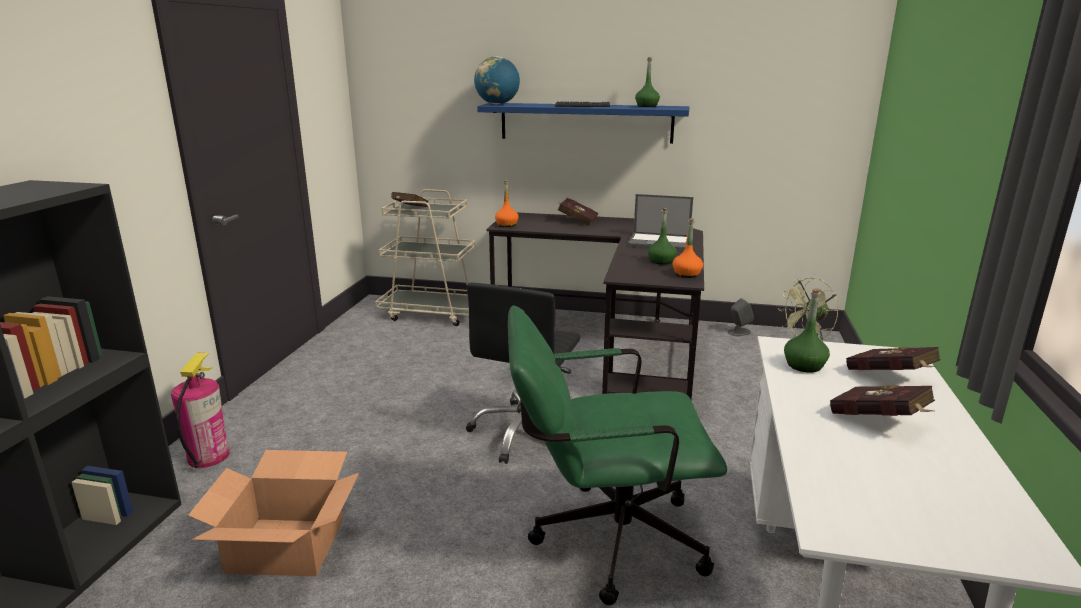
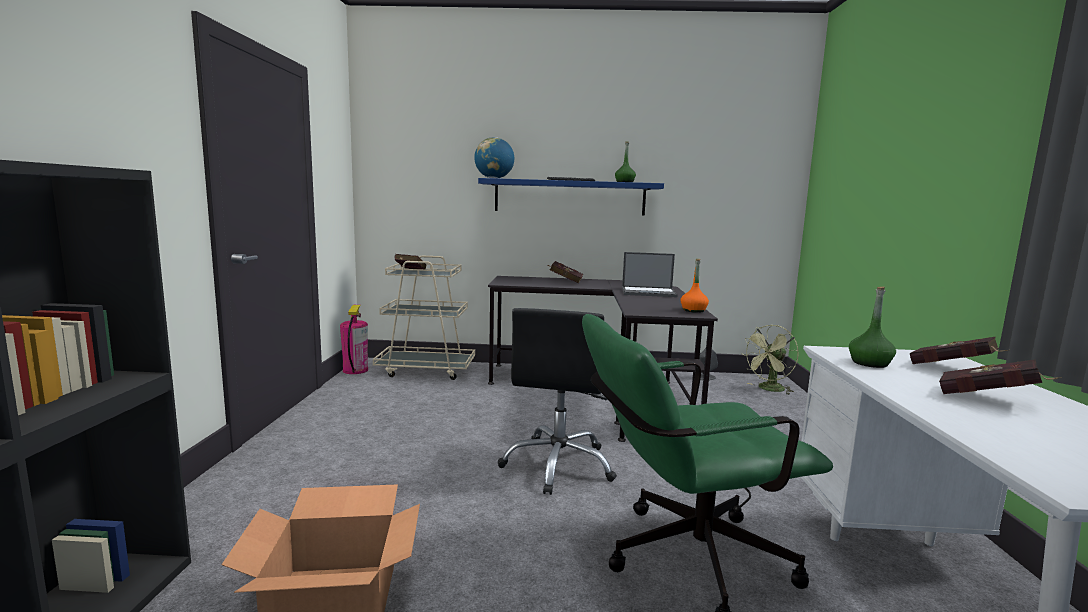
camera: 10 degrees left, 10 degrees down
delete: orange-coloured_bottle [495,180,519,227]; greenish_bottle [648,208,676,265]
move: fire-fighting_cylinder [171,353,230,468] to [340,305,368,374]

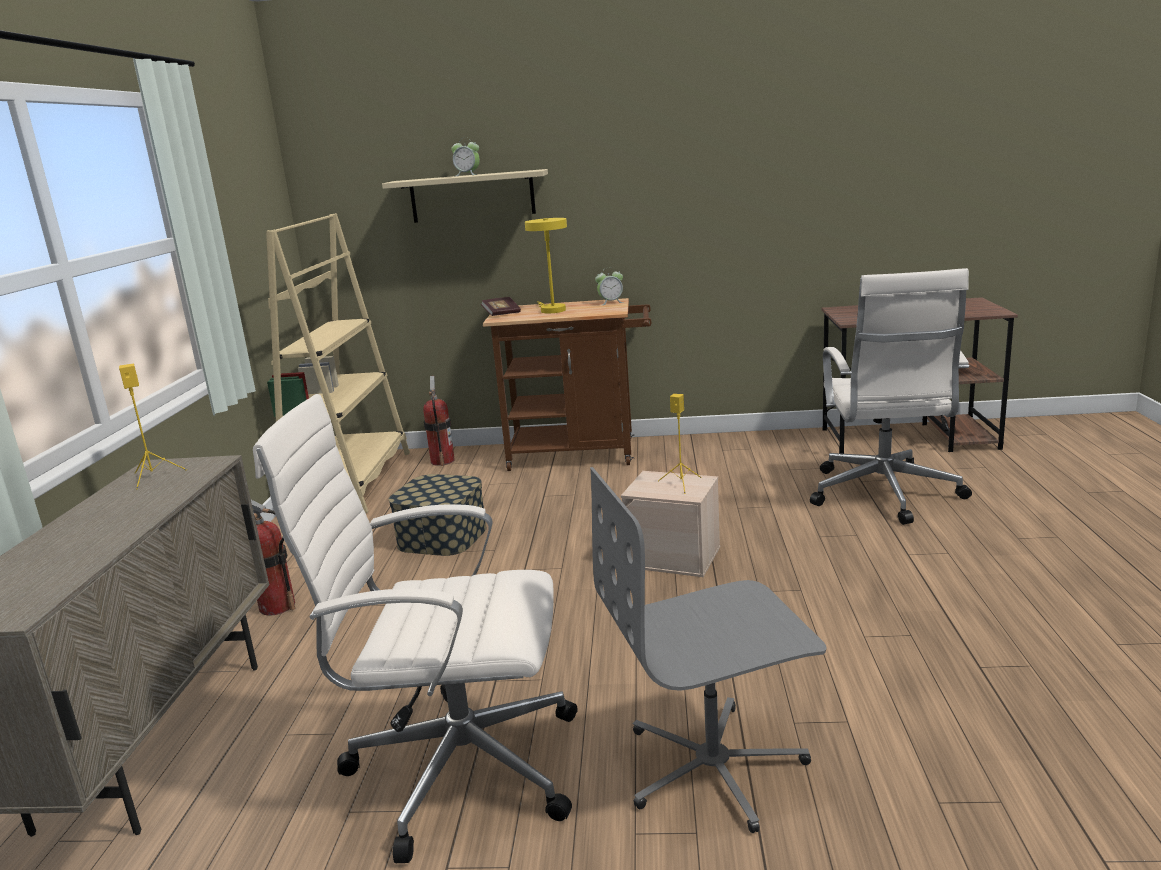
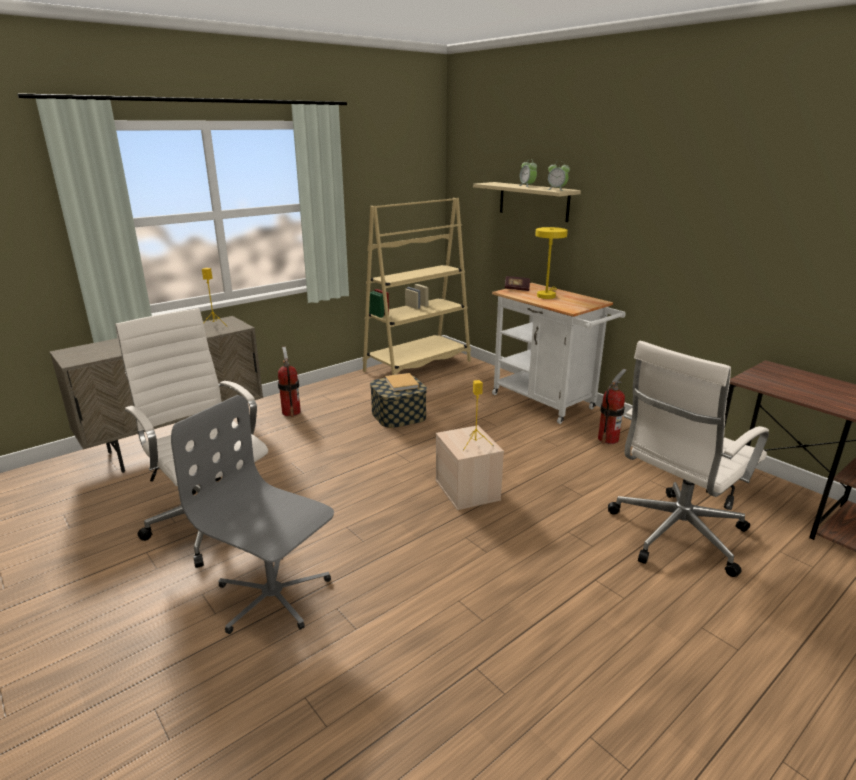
camera: 45 degrees right, 5 degrees up
insert: beige-coloured_volume [385,373,419,391]
move: fire-fighting_cylinder [423,376,455,466] to [598,369,627,444]; alarm_clock [595,268,624,305] to [547,162,570,191]
recolor: brown_cart [483,298,651,471] to white_cart [492,283,626,424]

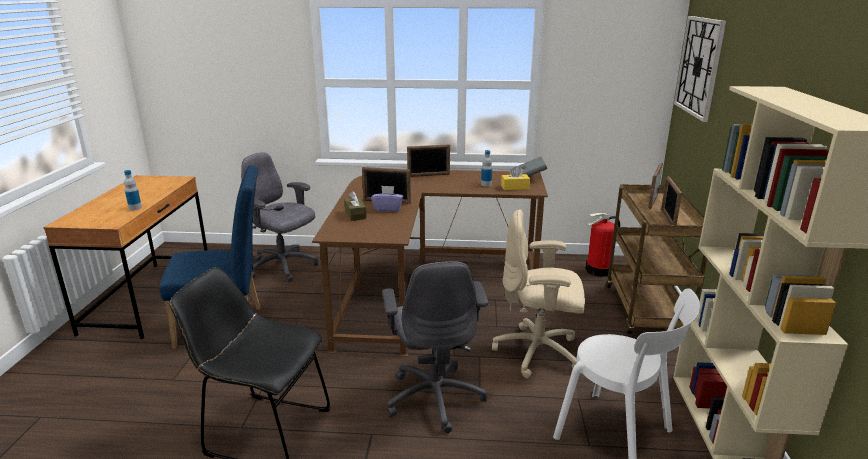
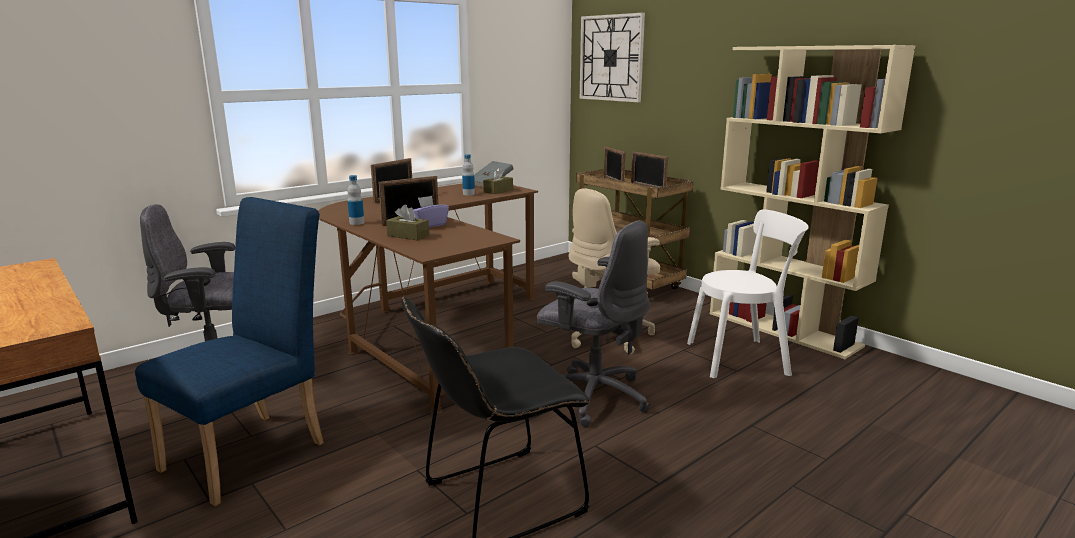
camera: 45 degrees left, 5 degrees down
delete: fire-fighting_cylinder [585,213,620,277]
move: bottle [124,170,142,210] to [347,175,364,225]
recolor: yellow-coloured_tissue_box [501,166,530,190] to brown_tissue_box [483,167,513,194]

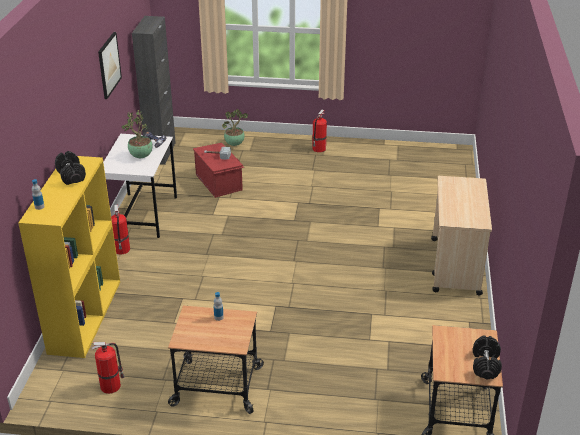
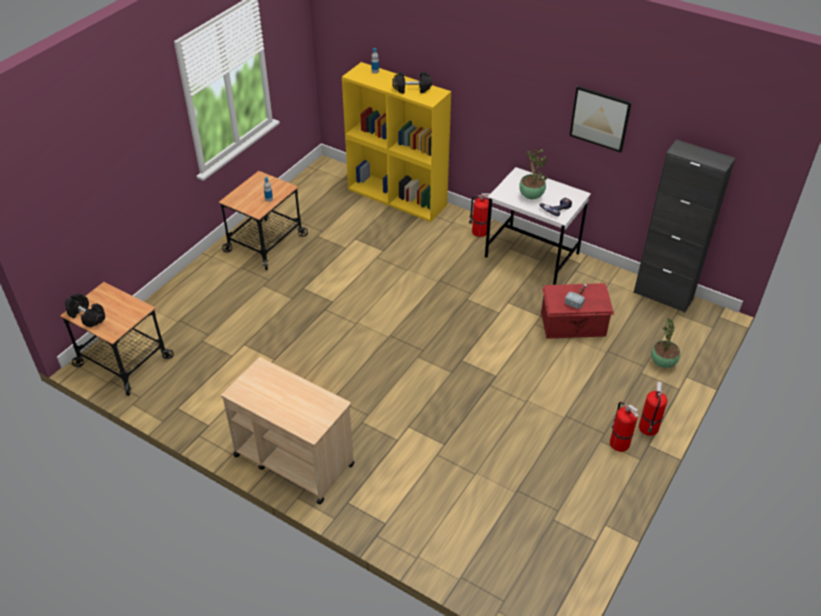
camera: 115 degrees right, 10 degrees up
move: fire-fighting_cylinder [92,342,125,394] to [639,382,667,436]

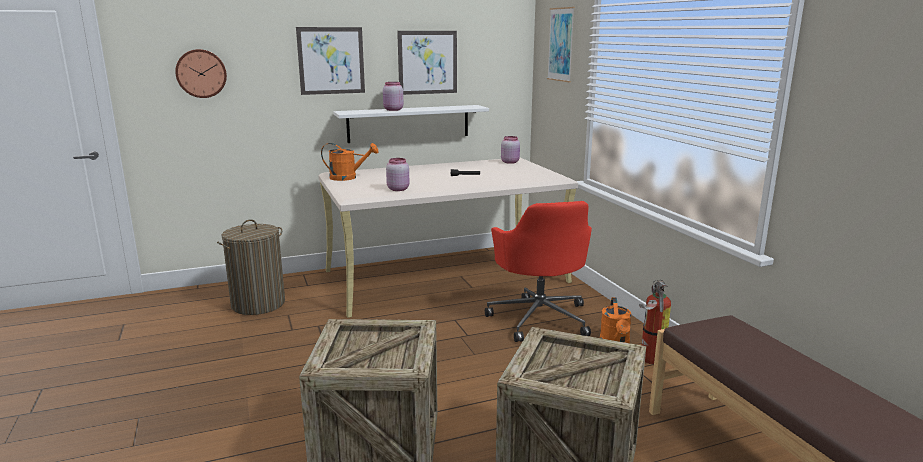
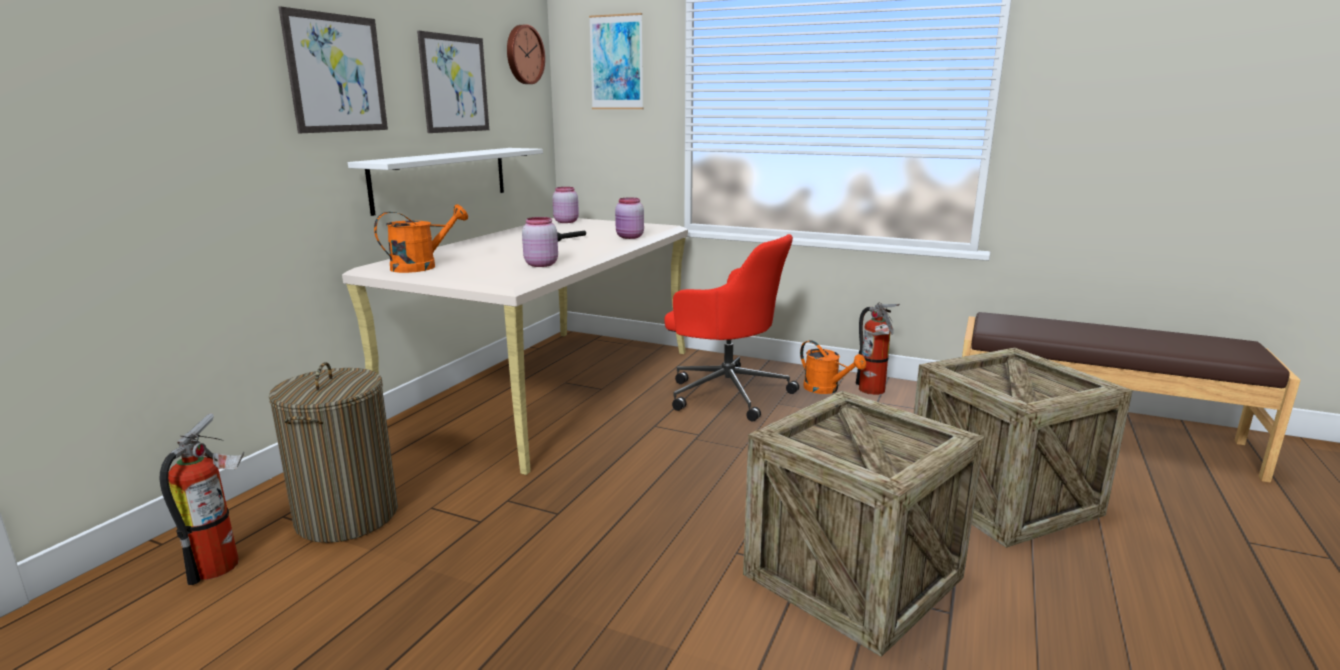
camera: 45 degrees left, 0 degrees up
insert: fire-fighting_cylinder [160,413,244,585]
move: clock_on_the_wall [175,49,227,98] to [507,24,545,84]; pink_storage_jar [383,82,403,111] to [615,197,644,239]

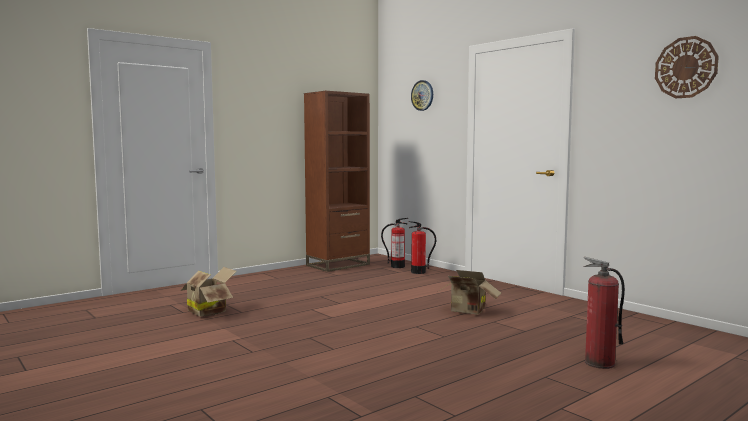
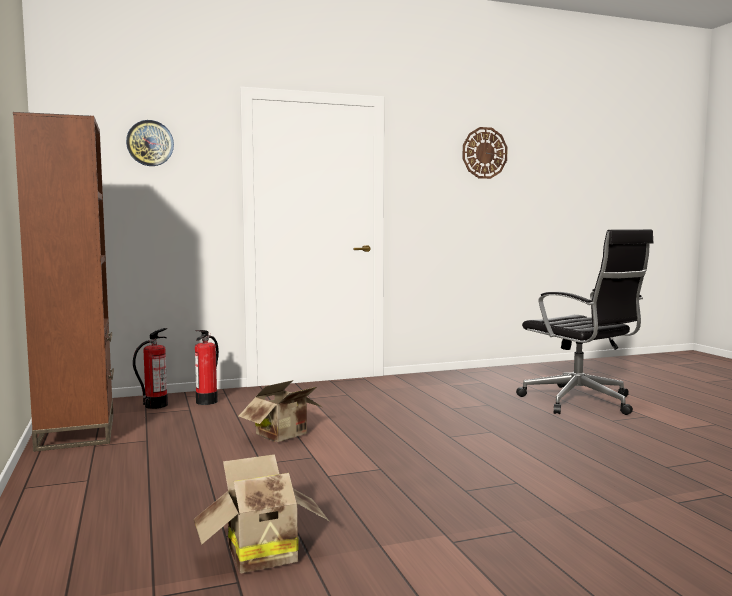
camera: 70 degrees left, 0 degrees up
move: carton [436,270,501,315] to [239,380,322,442]
replace: fire-fighting_cylinder [584,257,625,369] to blackish_office_chair [516,229,654,415]

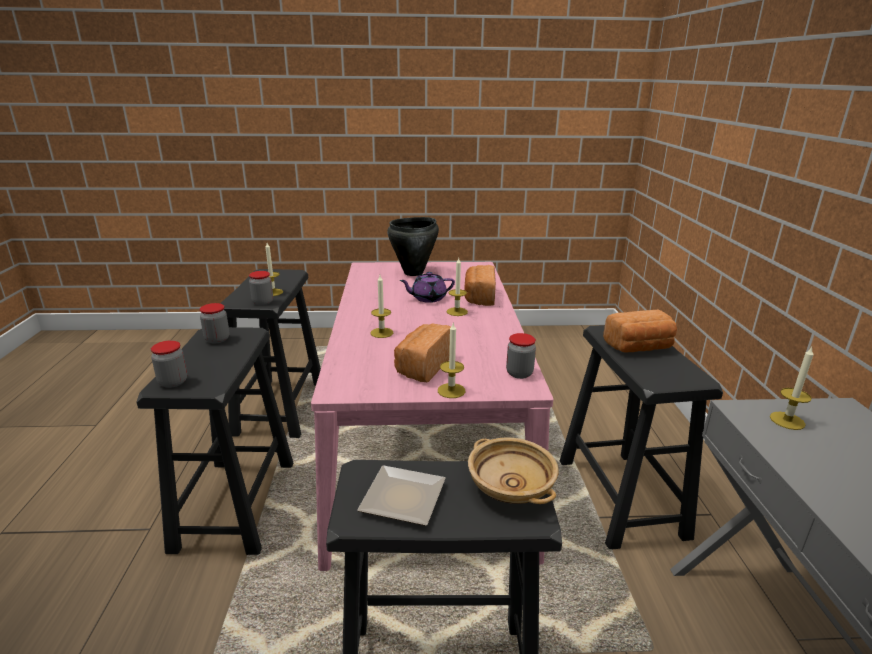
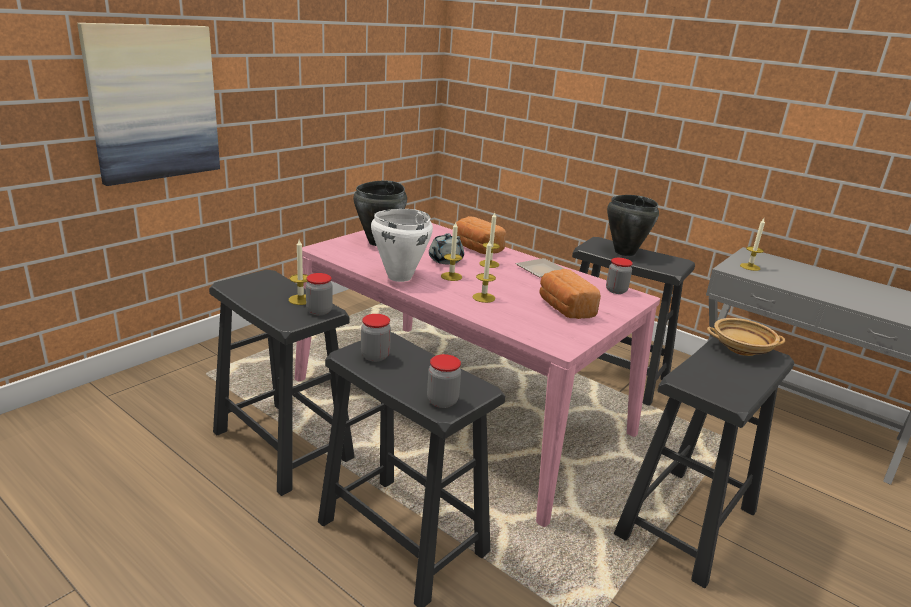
camera: 50 degrees left, 0 degrees up
insert: picture [77,23,220,186]; white_saucepot [371,209,433,282]
move: flat_dish [357,465,446,526] to [515,258,564,278]; wax_candle [438,323,465,398] to [441,222,462,281]
replace: bread [603,310,677,352] to blackish_saucepot [607,195,659,256]
recolor: purplish_teapot [399,272,455,303] to grey_teapot [429,233,464,264]

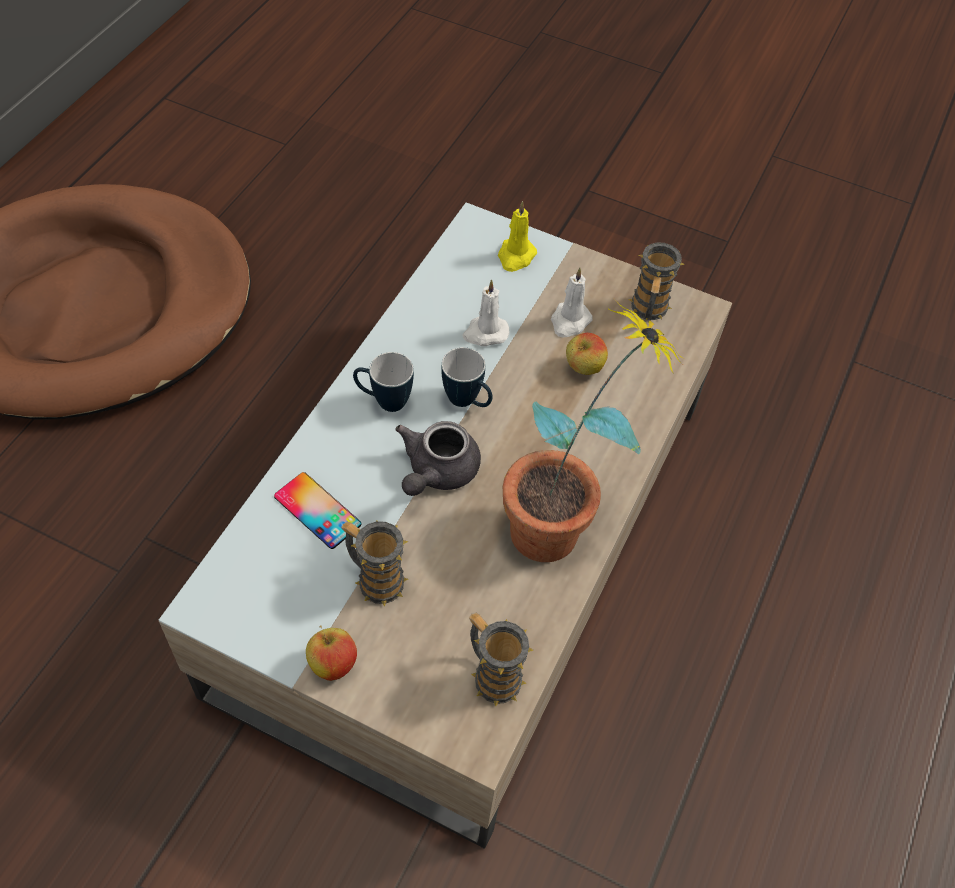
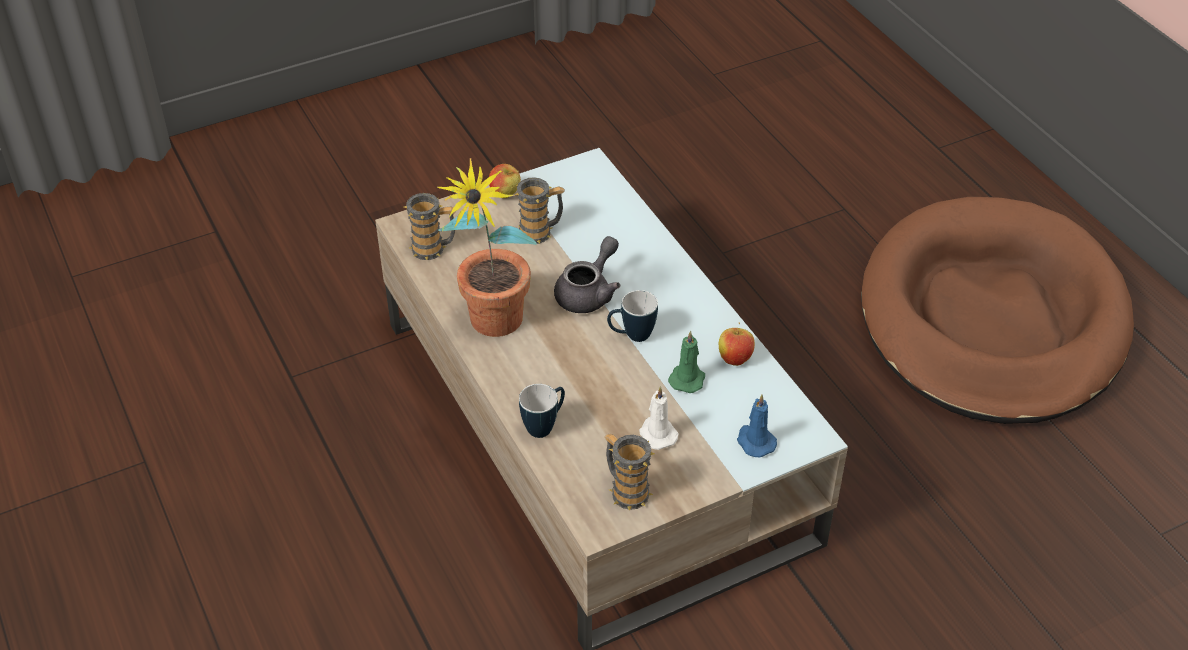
camera: 130 degrees right, 10 degrees down
delete: telephone [274,472,361,549]
move: mug [353,352,414,412] to [519,384,565,438]; whole_apple [566,333,608,375] to [719,322,755,366]
recolor: white_wax_candle [463,279,509,346] to greenish_wax_candle [668,331,705,393]; yellow-coloured_wax_candle [498,201,537,272] to blue_wax_candle [737,394,777,457]
rotate: grey_teapot [395,421,481,496] = [554,236,620,313] 60 degrees clockwise

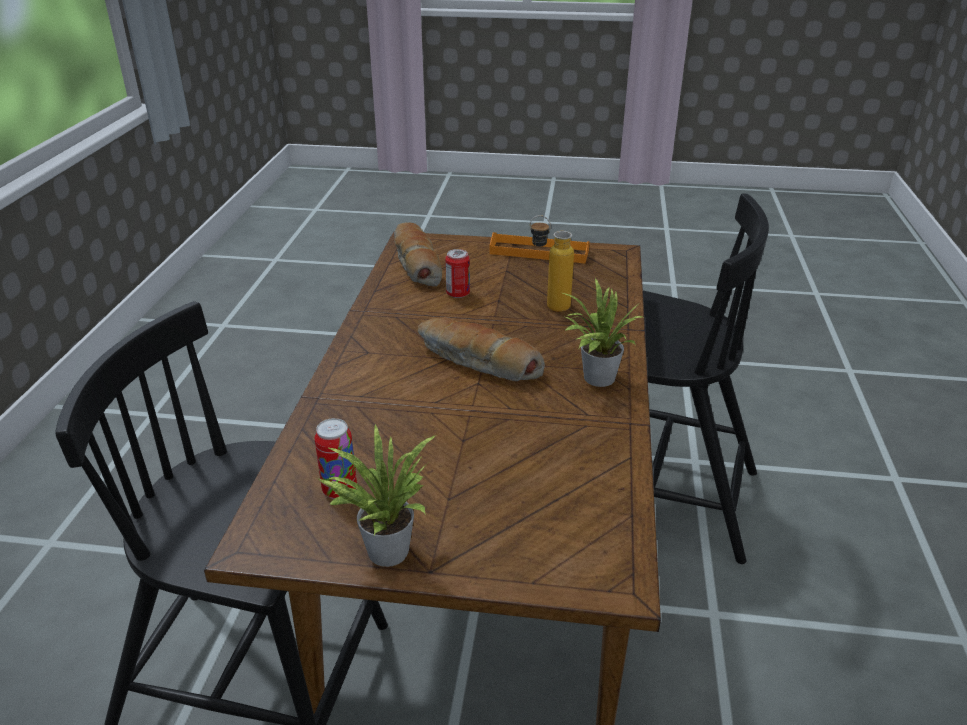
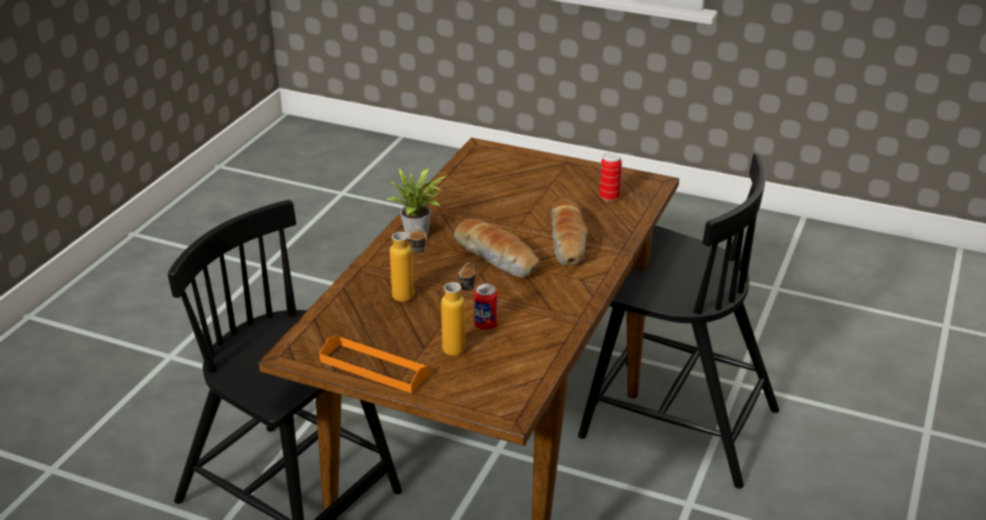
camera: 165 degrees left, 0 degrees up
delete: houseplant [319,423,436,567]
insert: bottle [441,262,476,356]
move: bread [394,223,442,287] to [551,199,588,266]

